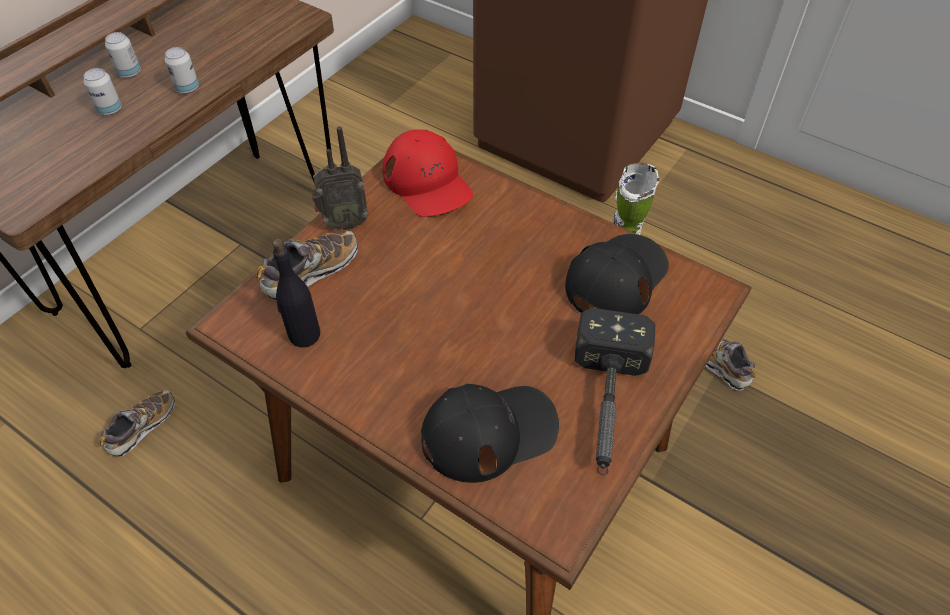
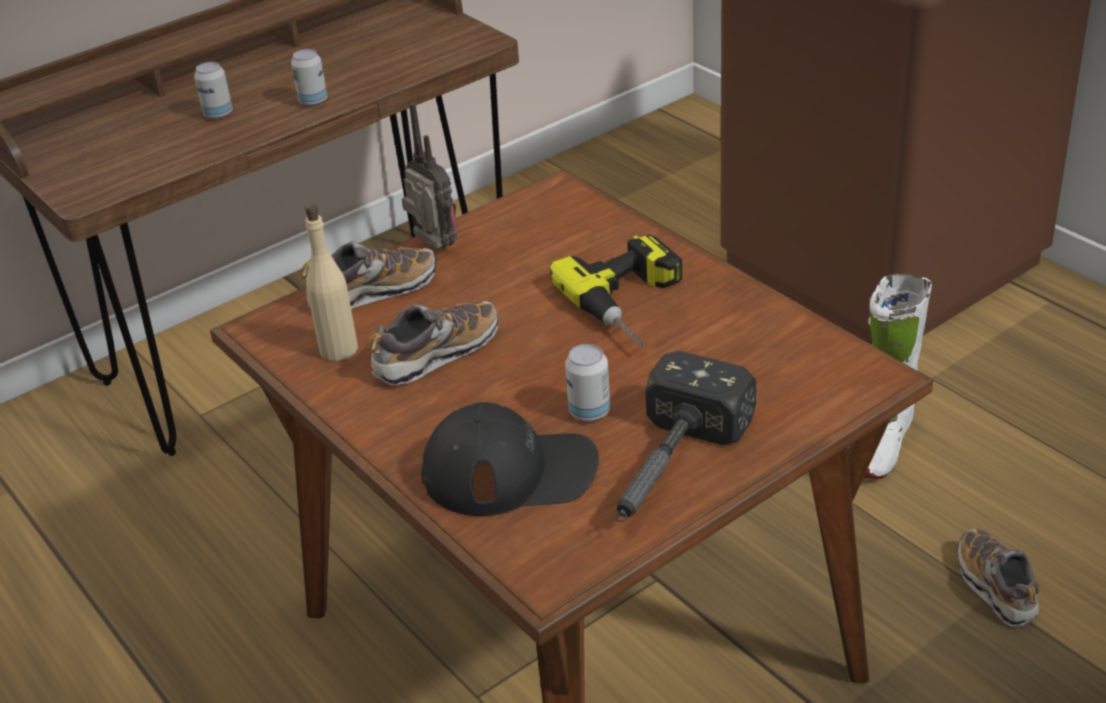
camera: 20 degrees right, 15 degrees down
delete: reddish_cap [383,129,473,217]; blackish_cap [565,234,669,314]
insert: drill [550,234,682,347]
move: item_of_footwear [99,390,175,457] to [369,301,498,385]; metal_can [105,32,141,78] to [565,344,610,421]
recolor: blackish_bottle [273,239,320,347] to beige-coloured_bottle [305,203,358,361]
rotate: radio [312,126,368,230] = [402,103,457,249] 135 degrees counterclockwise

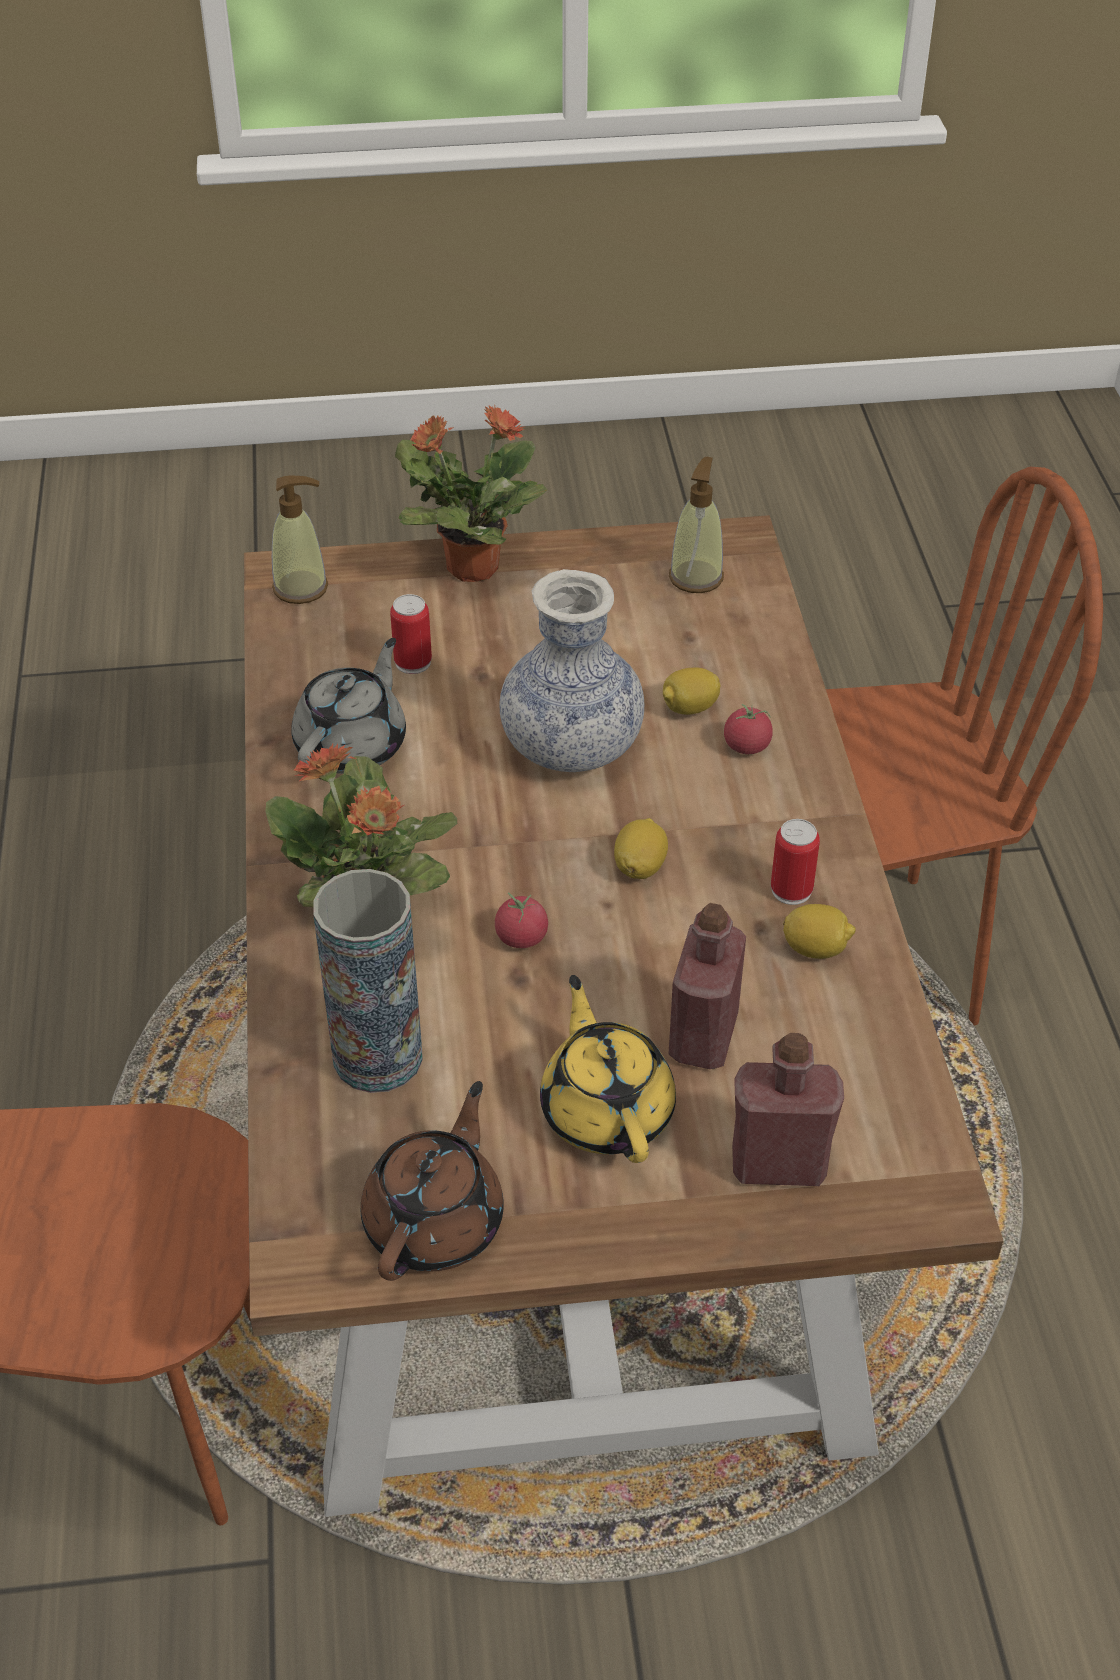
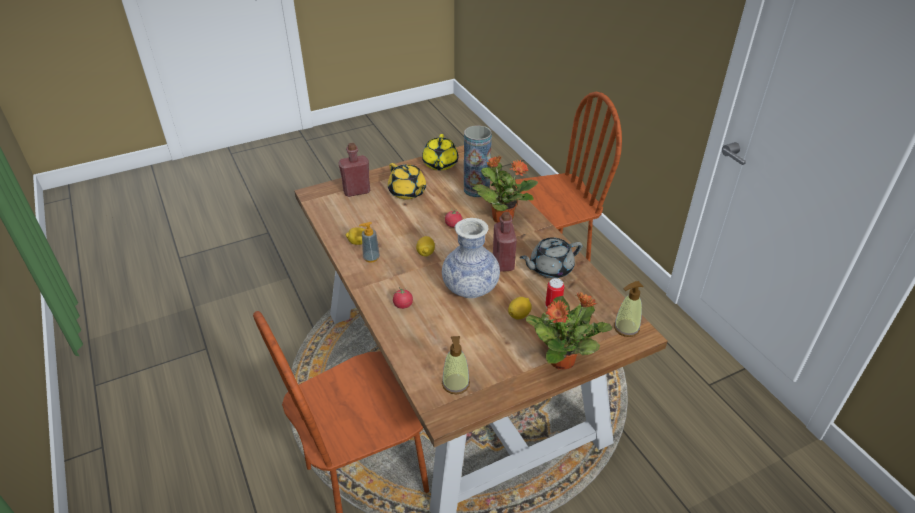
camera: 160 degrees right, 5 degrees down
move: citrus_fruit [663,667,721,715] to [508,297,532,320]; reddish_bottle [668,903,746,1069] to [493,212,517,272]
replace: metal_can [771,819,820,905] to soap_dispenser [359,222,380,262]
recolor: brown_teapot [361,1081,504,1281] to yellow-coloured_teapot [422,134,458,170]
rotate: grey_teapot [291,638,406,774] = [520,237,583,279] 60 degrees clockwise

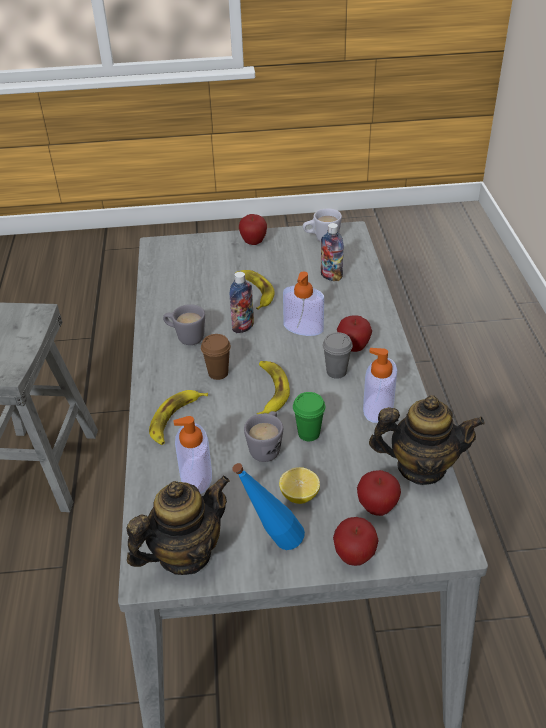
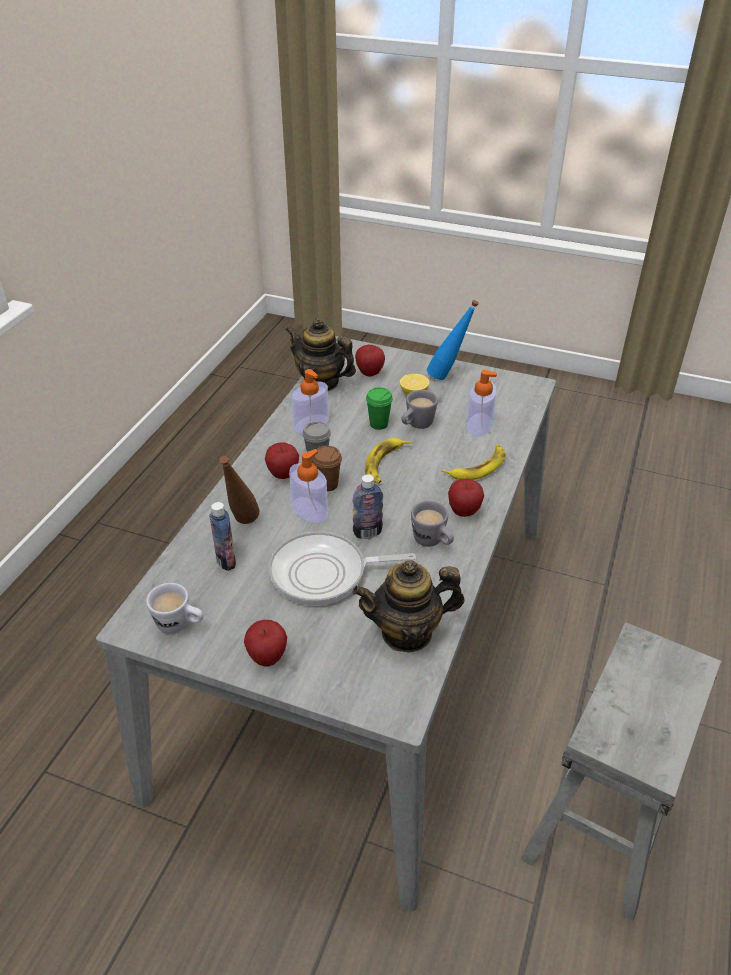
camera: 155 degrees left, 0 degrees up
insert: brown_bottle [219,456,259,524]
move: teapot [127,476,230,575] to [353,561,465,653]; brown_small_cup [201,334,231,380] to [312,446,342,491]; whole_apple [333,517,379,566] to [448,479,484,517]
replace: banana [235,270,275,310] to frying_pan [269,531,416,606]

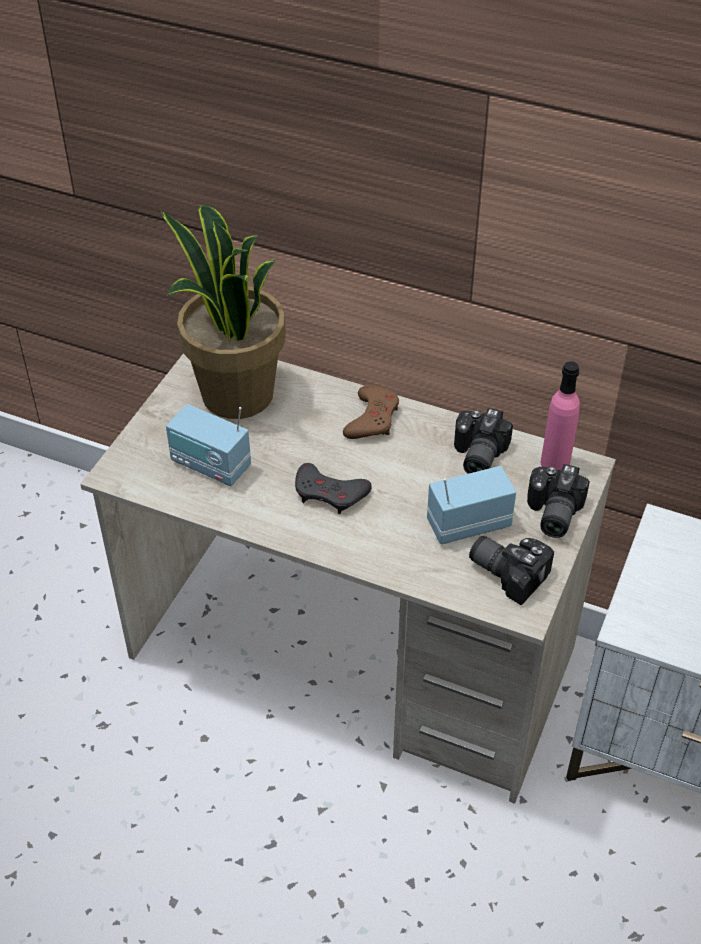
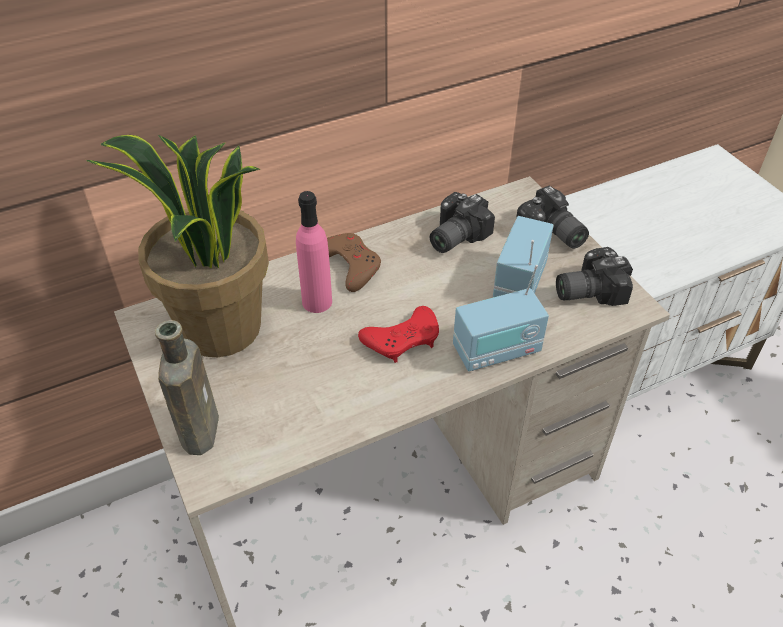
camera: 50 degrees left, 0 degrees up
insert: brown_bottle [155,320,219,455]
move: radio [166,404,251,486] to [453,265,549,371]; pink_bottle [541,361,580,470] to [296,191,332,313]
recolor: grey_joypad [295,463,372,514] to reddish_joypad [358,306,439,363]
rotate: still_camera [454,408,513,474] = [430,192,495,253] 75 degrees clockwise

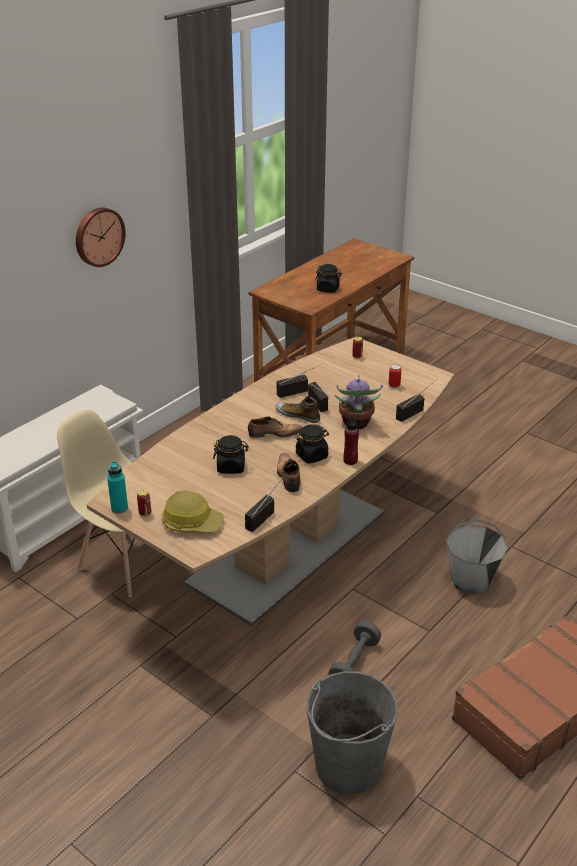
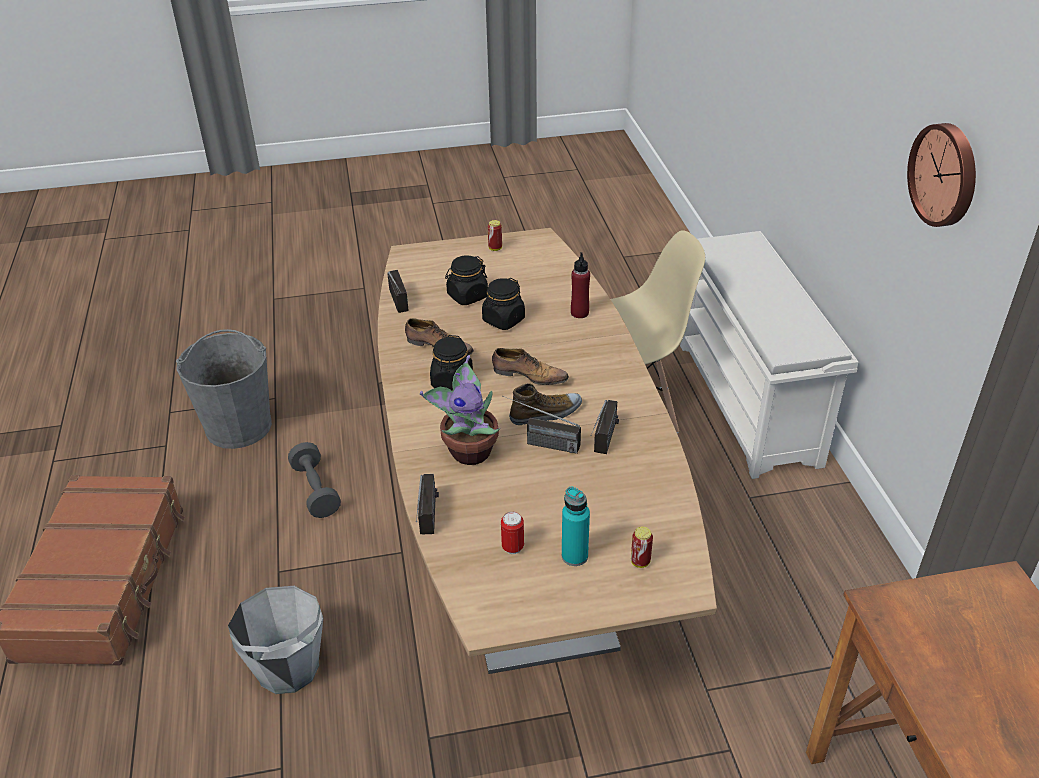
camera: 130 degrees right, 5 degrees up
delete: safety_helmet [162,490,225,533]
move: blue-green_bottle [107,461,128,514] to [562,487,590,566]; blackish_storage_jar [315,264,342,293] to [445,256,488,305]; reddish_bottle [343,415,359,465] to [571,252,590,318]
rotate: item_of_footwear [248,417,303,438] = [492,348,569,385] 105 degrees counterclockwise

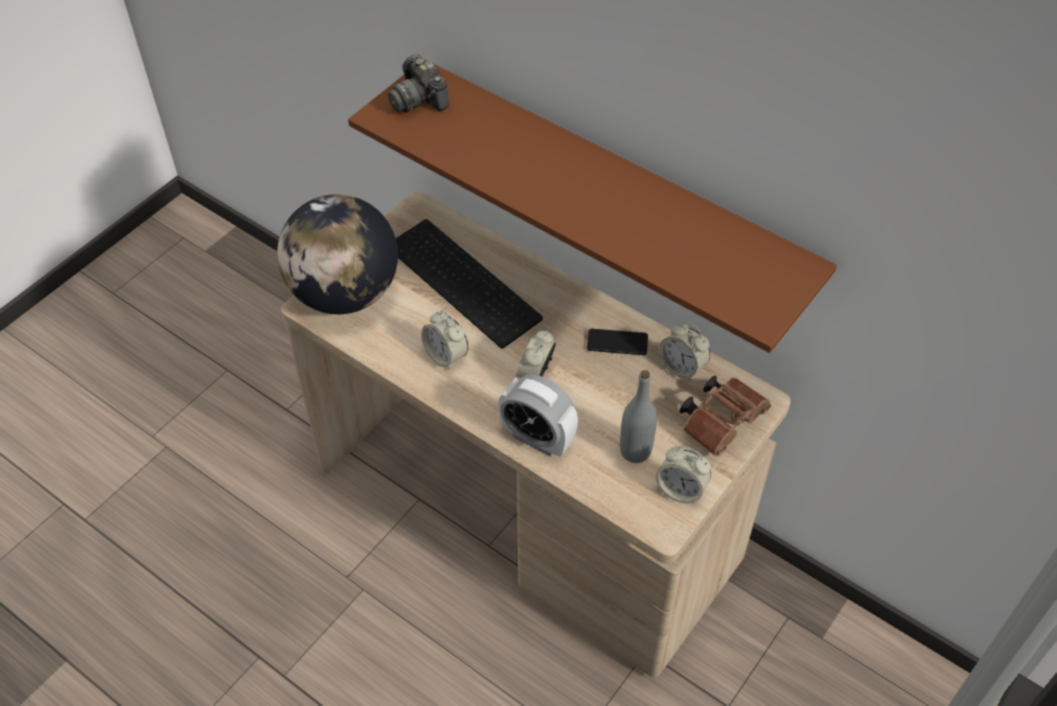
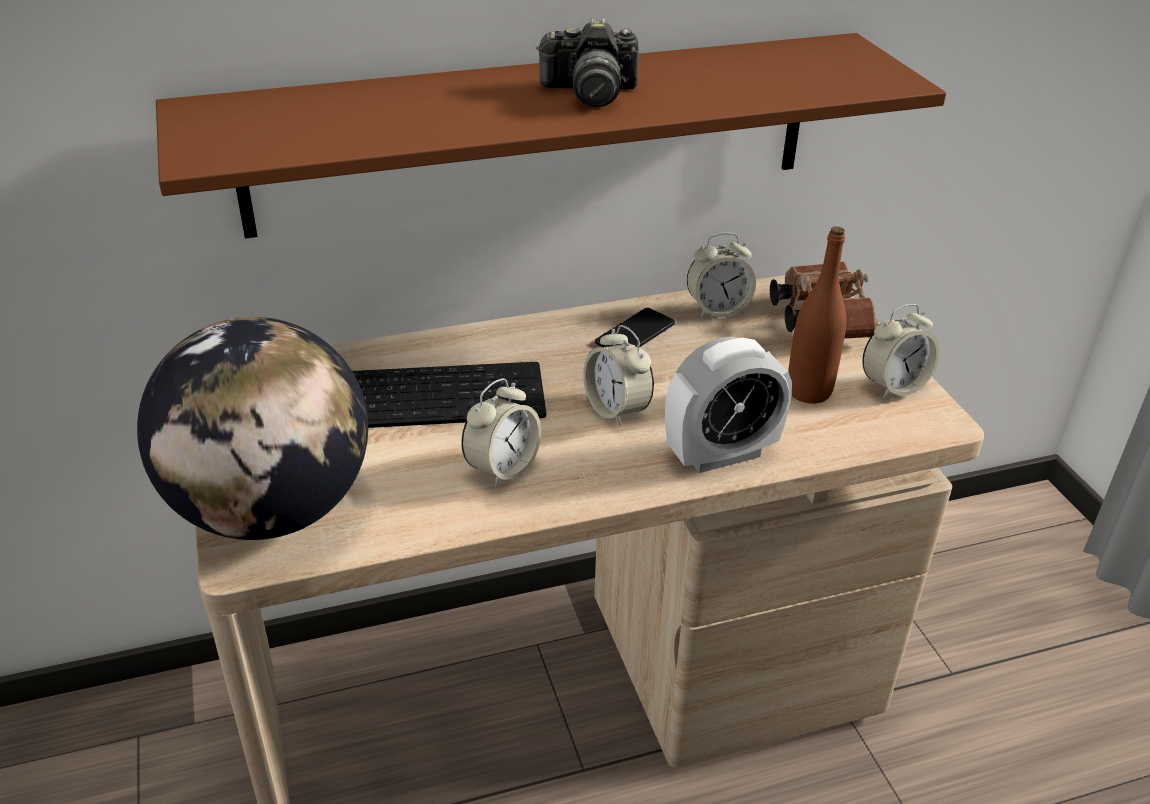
camera: 55 degrees left, 15 degrees down
move: still_camera [388,54,450,113] to [536,18,639,107]
recolor: grey_bottle [620,370,657,463] to brown_bottle [788,226,846,404]
rotate: alarm_clock [421,310,468,370] = [461,378,541,488] 45 degrees counterclockwise

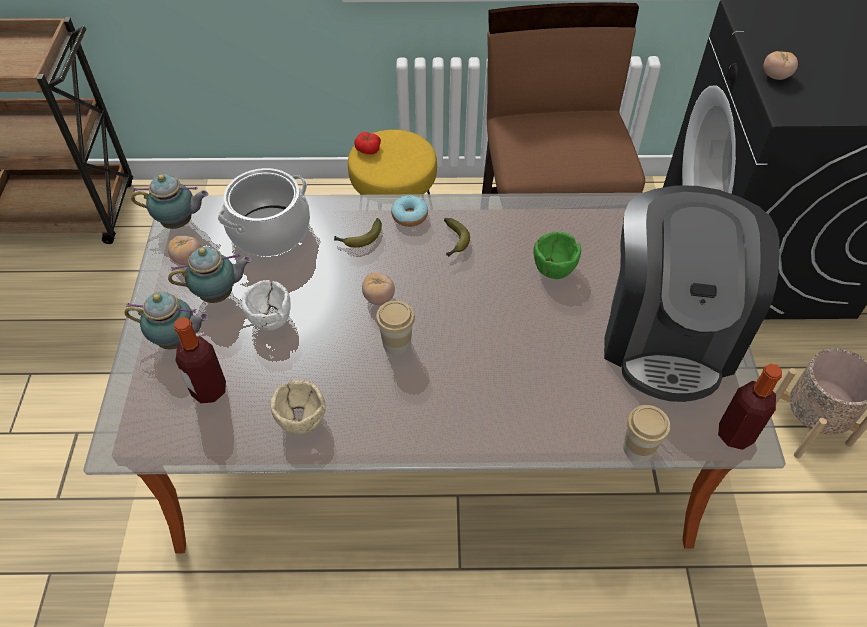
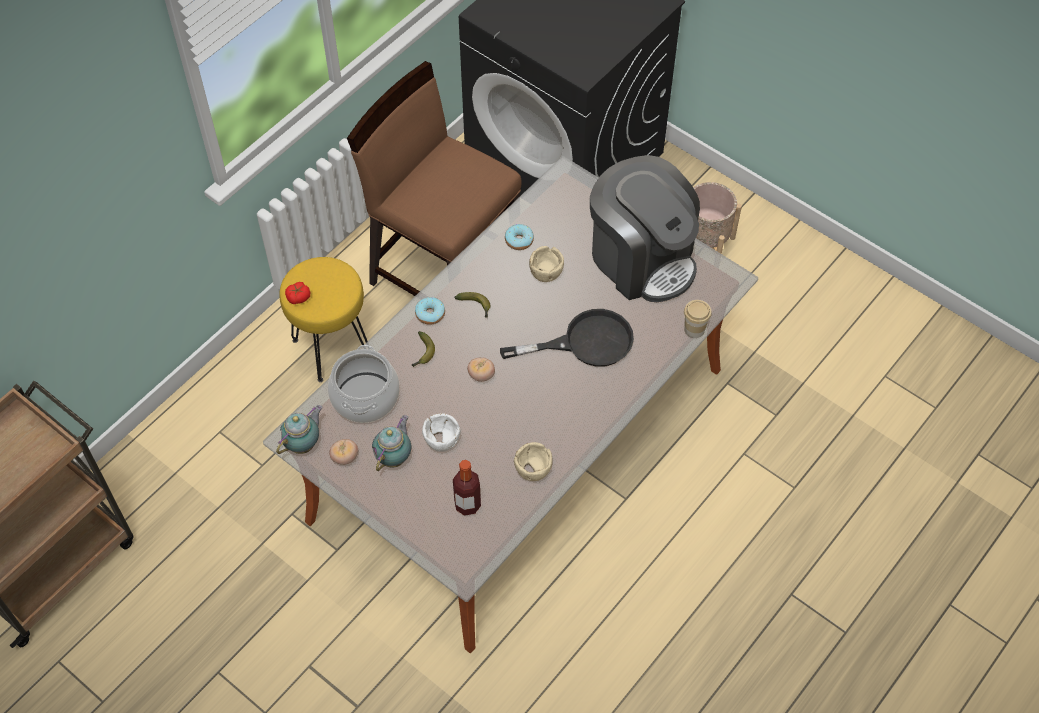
camera: 50 degrees left, 5 degrees up
delete: teapot [124,292,209,349]; small_cup [376,301,415,355]; bottle [718,364,782,450]; fresh_tomato [764,51,798,80]
insert: blackish_frying_pan [500,309,634,367]; doughnut [505,224,534,250]
recolor: greenish_bowl [533,232,581,279] to beige-coloured_bowl [529,246,564,282]

